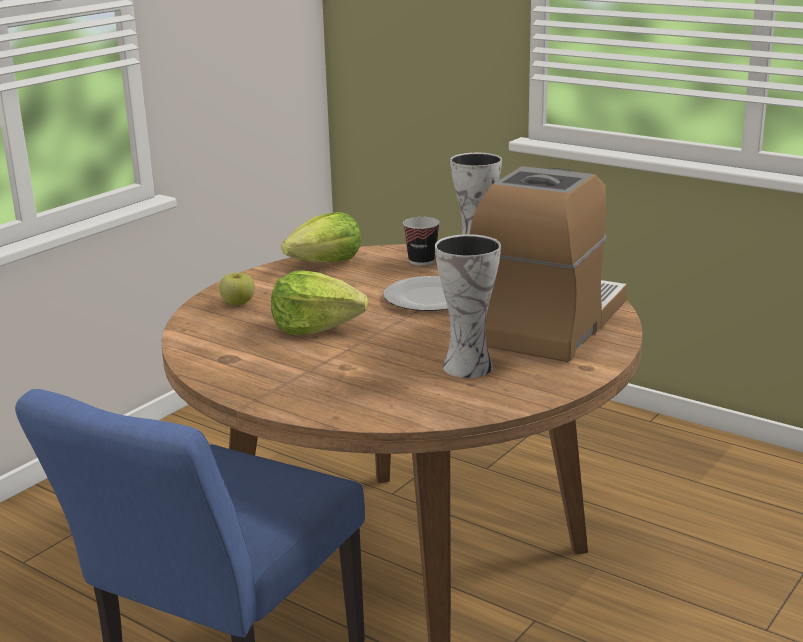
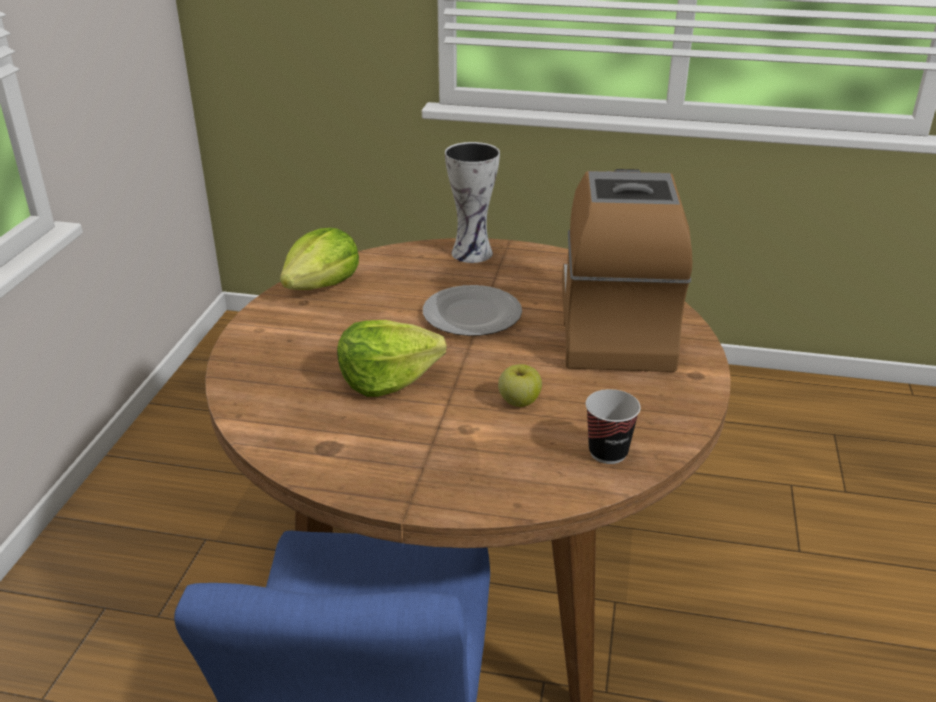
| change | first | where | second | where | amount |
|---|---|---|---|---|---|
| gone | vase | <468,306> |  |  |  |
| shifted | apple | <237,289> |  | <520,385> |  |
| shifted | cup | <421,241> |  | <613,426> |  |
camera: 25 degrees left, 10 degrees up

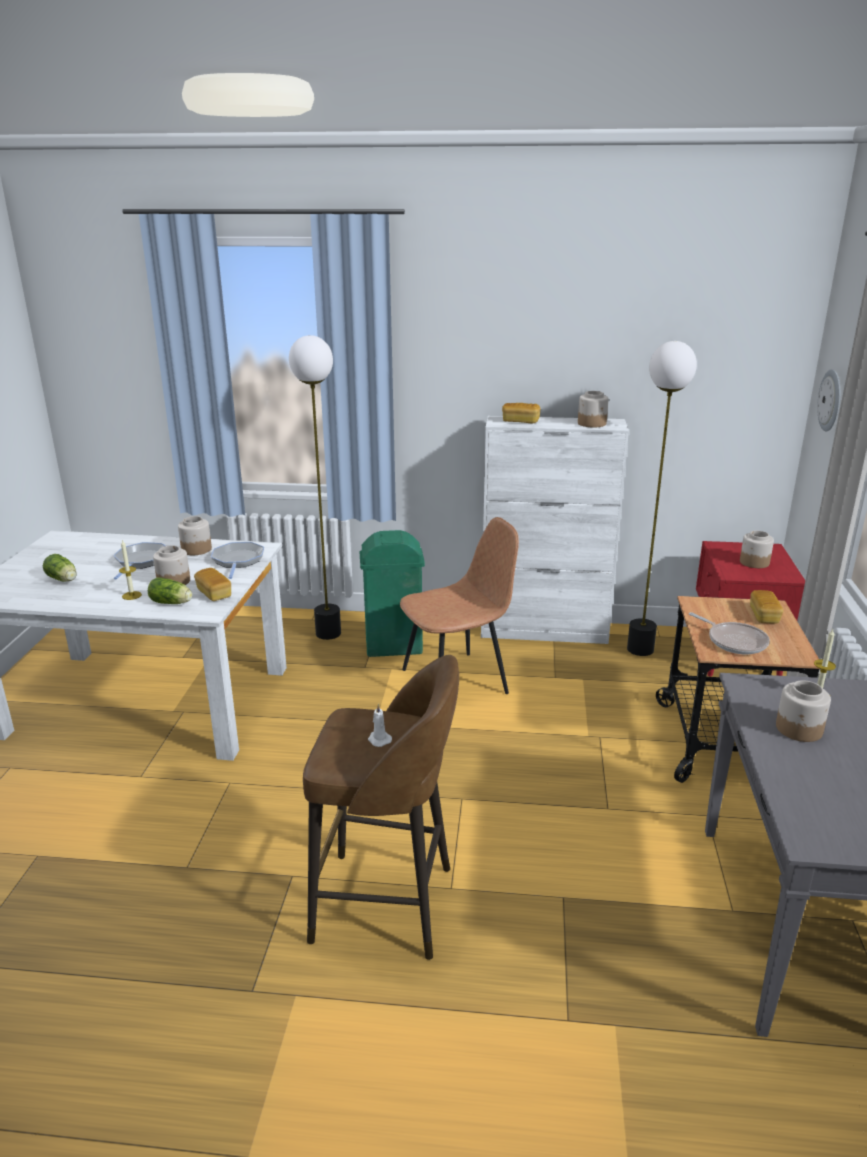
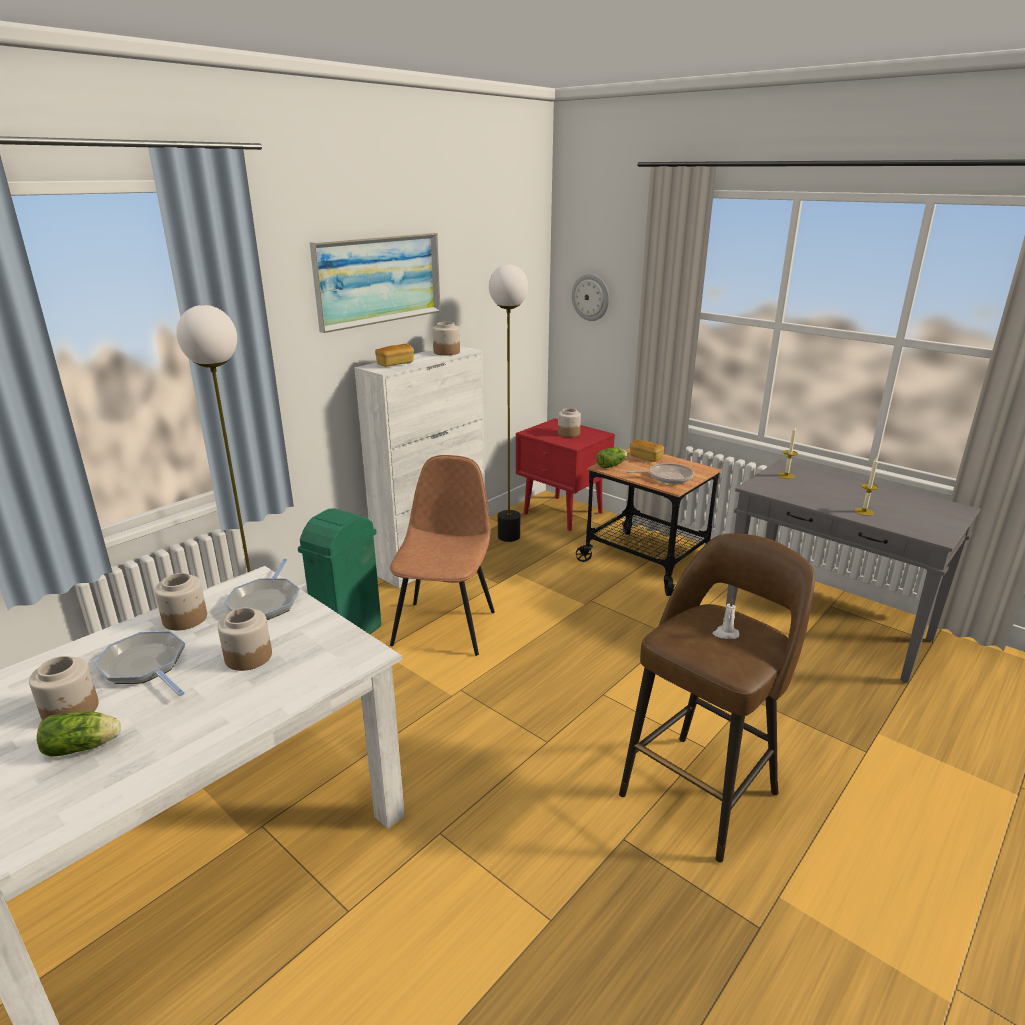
| change | first | where | second | where | amount |
|---|---|---|---|---|---|
| gone | bread | <212,584> |  |  |  |
| new |  |  | picture | <375,282> |  |
| shifted | candle | <130,570> |  | <866,486> |  |
| shifted | lettuce | <170,590> |  | <612,458> |  |
| shifted | jar | <803,711> |  | <64,688> |  |
| rotated | frying pan | <237,560> |  | <262,589> | 120 degrees counterclockwise |
camera: 55 degrees left, 0 degrees up

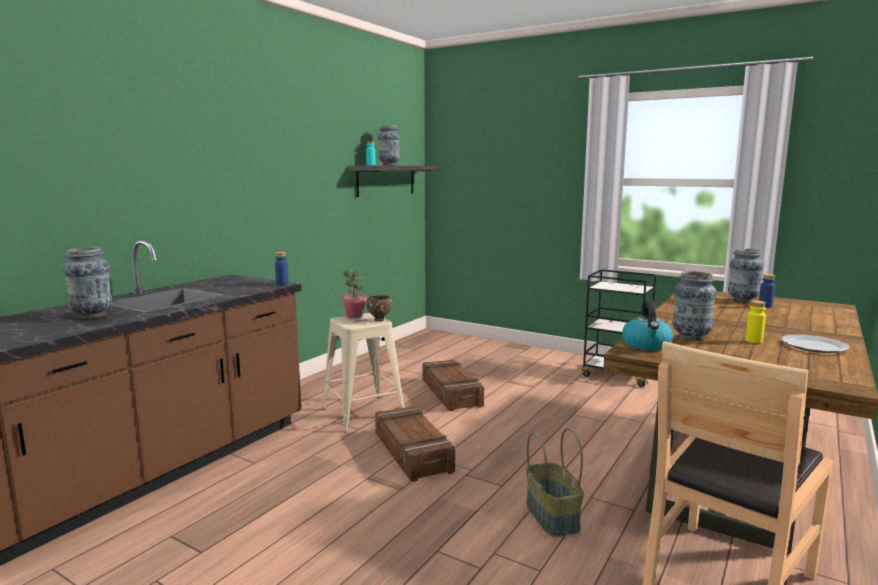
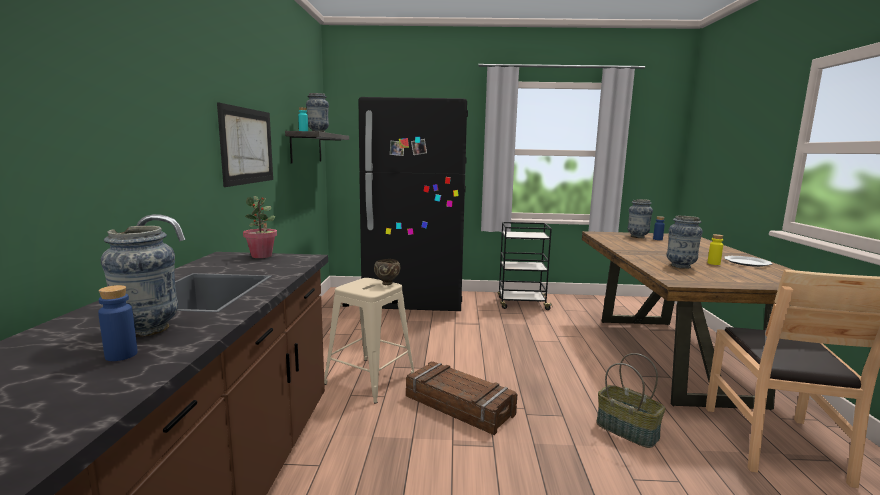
| change | first | where | second | where | amount |
|---|---|---|---|---|---|
| gone | crate | <453,385> |  |  |  |
| gone | kettle | <647,325> |  |  |  |
| new |  |  | picture | <245,144> |  |
| new |  |  | black fridge | <413,204> |  |
| shifted | blue bottle | <282,268> |  | <118,323> |  |
| shifted | potted plant | <354,293> |  | <260,227> |  |
camera: 30 degrees left, 0 degrees up

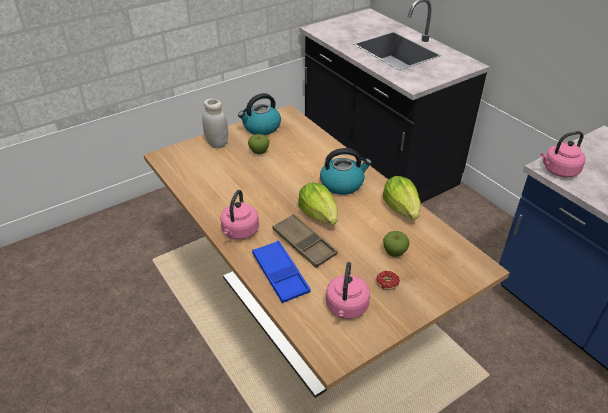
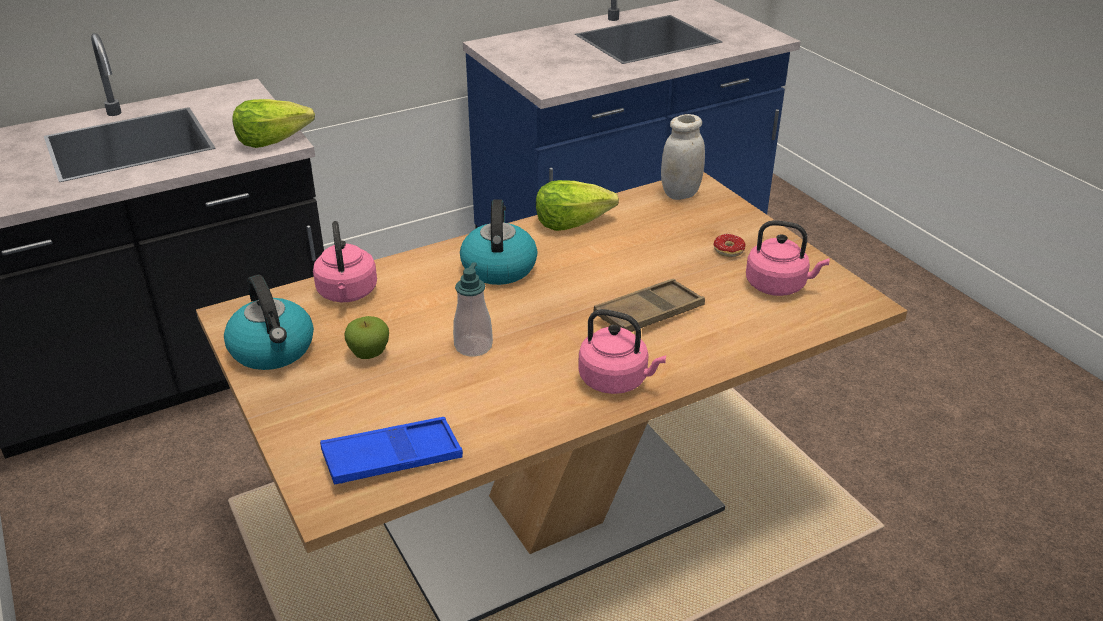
| change | first | where | second | where | amount |
|---|---|---|---|---|---|
| gone | apple | <396,244> |  |  |  |
| new |  |  | soap dispenser | <473,309> |  |
| shifted | white jar | <215,123> |  | <683,157> |  |
| shifted | blue tray | <281,271> |  | <391,451> |  |
| shifted | lettuce | <318,203> |  | <273,123> |  |
| shifted | pink kettle | <563,154> |  | <345,261> |  |
camera: 85 degrees left, 5 degrees down

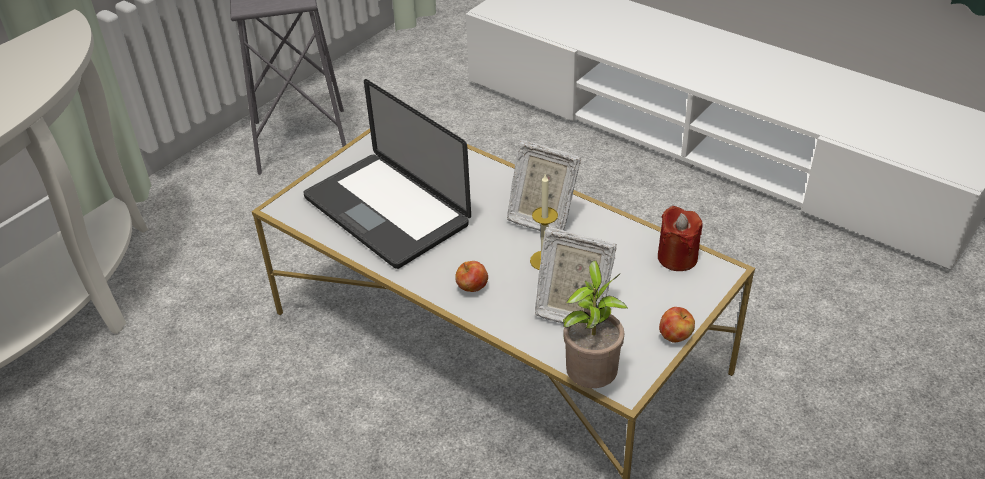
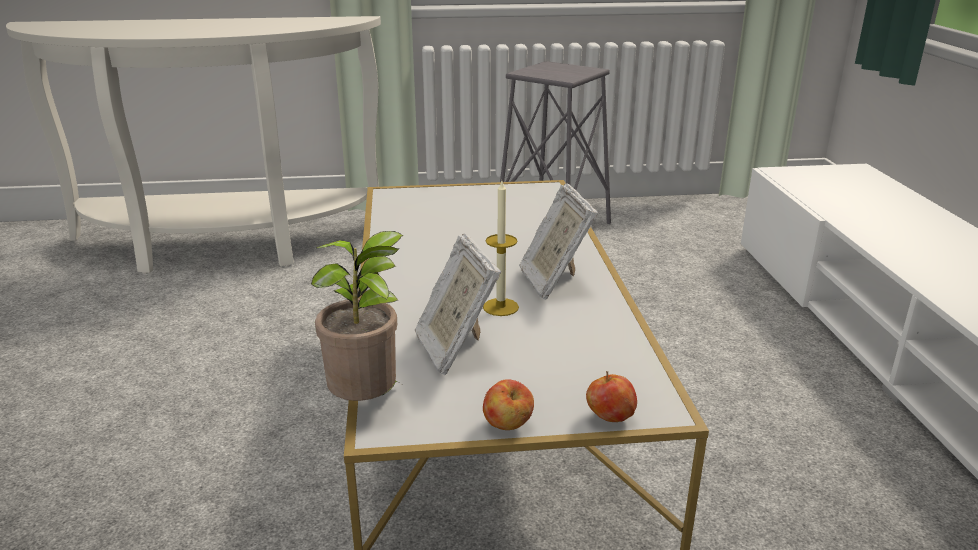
| change | first | where | second | where | amount |
|---|---|---|---|---|---|
| gone | laptop | <387,174> |  |  |  |
| gone | red candle | <680,238> |  |  |  |
| shifted | apple | <471,276> |  | <611,396> |  |
camera: 45 degrees right, 15 degrees down

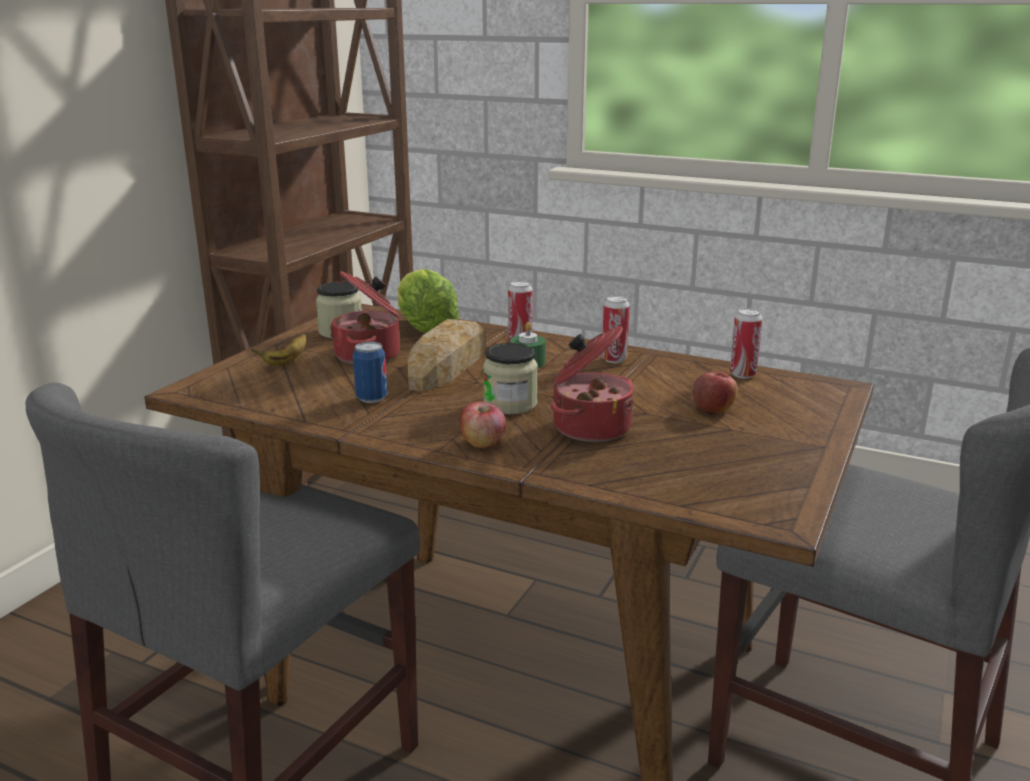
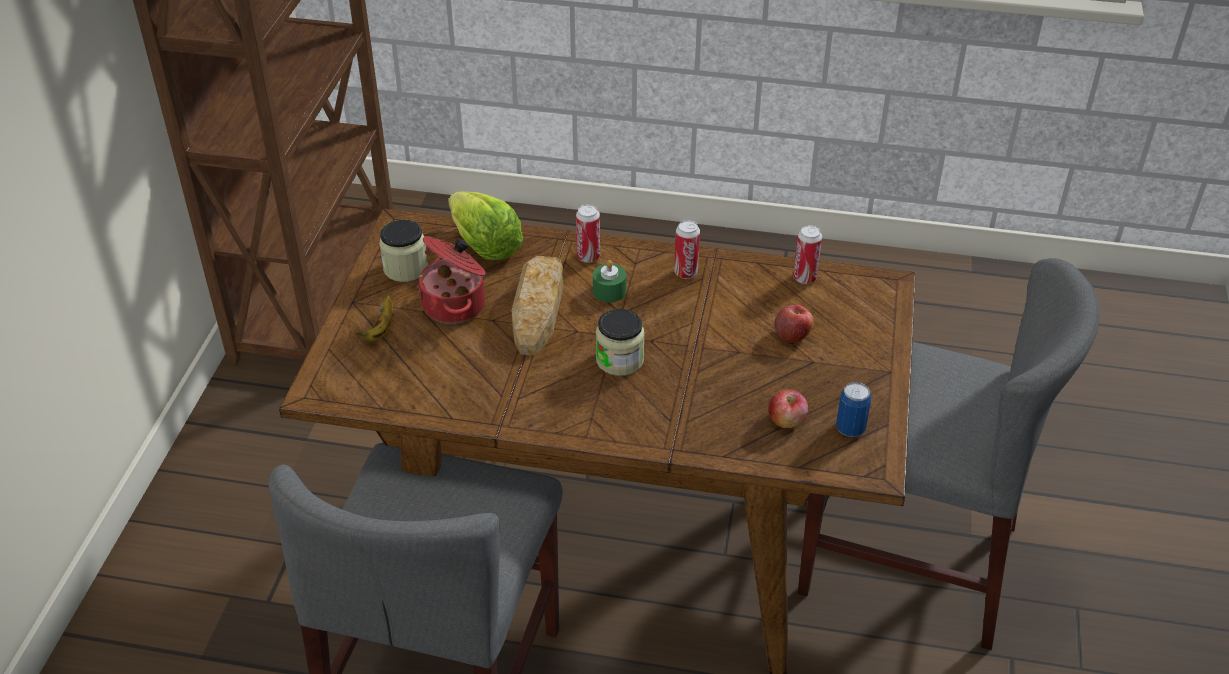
| change | first | where | second | where | amount |
|---|---|---|---|---|---|
| gone | cooking pot | <592,384> |  |  |  |
| shifted | can | <370,372> |  | <853,409> |  |
| shifted | apple | <482,425> |  | <788,408> |  |
camera: 15 degrees left, 20 degrees up

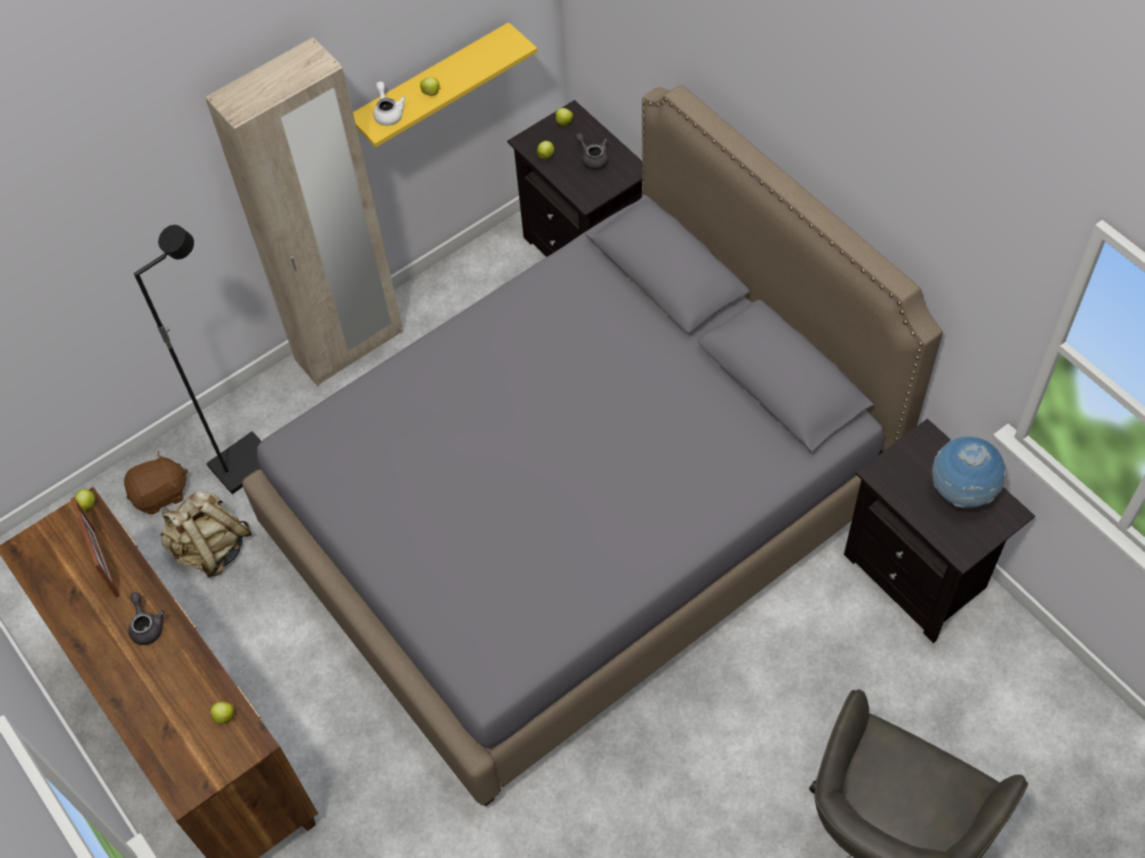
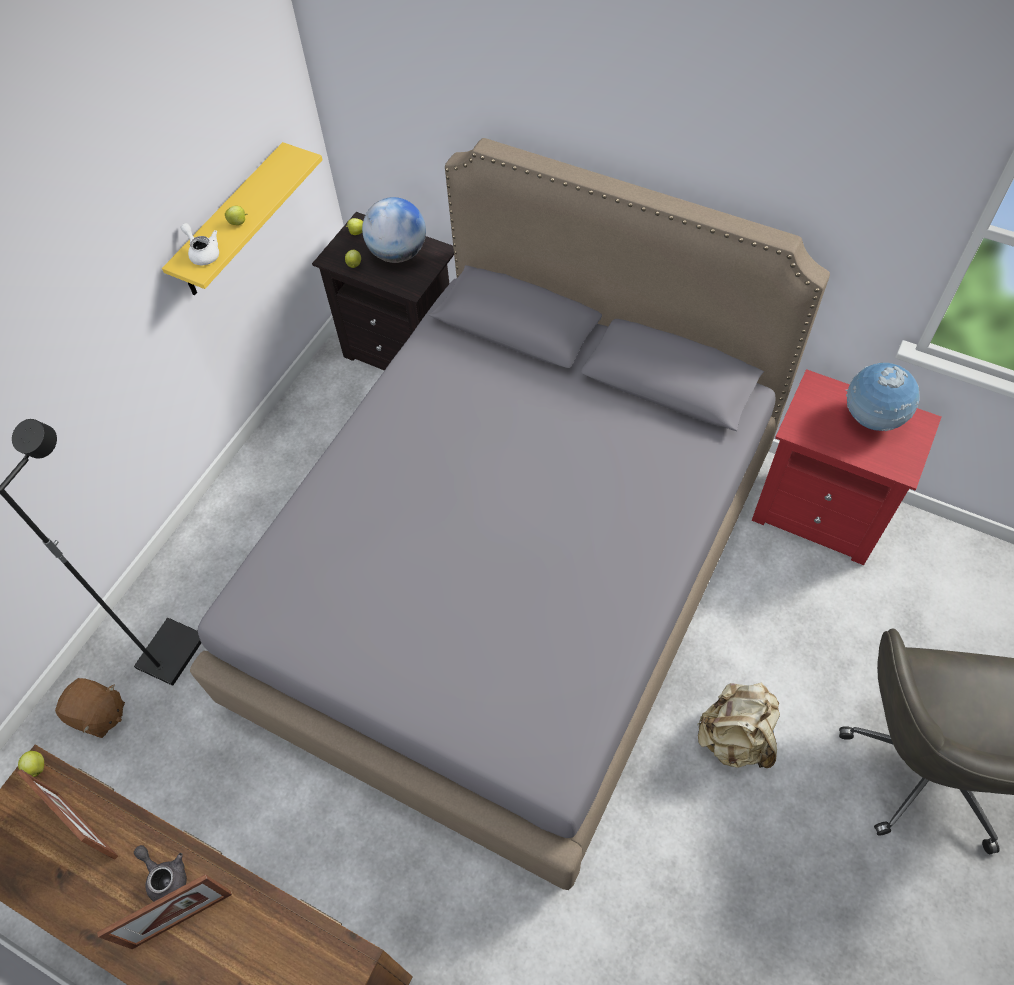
| change | first | where | second | where | amount |
|---|---|---|---|---|---|
| gone | beige wardrobe | <304,211> |  |  |  |
| gone | apple | <221,713> |  |  |  |
| new |  |  | picture frame | <164,911> |  |
| shifted | beige backpack | <206,534> |  | <739,725> |  |
| swapped | grey teapot | <592,151> | globe | <394,230> |  |
| repainted | black nightstand | <939,530> | red nightstand | <847,467> |  |
| rotated | brown plush toy | <156,482> |  | <90,708> | 75 degrees clockwise |
camera: 25 degrees left, 0 degrees up

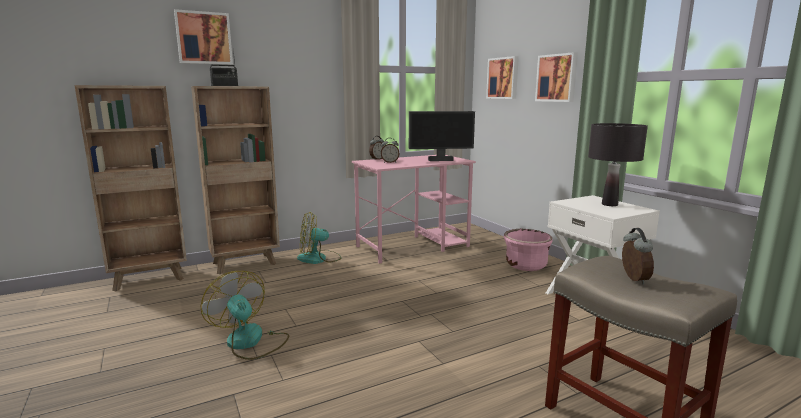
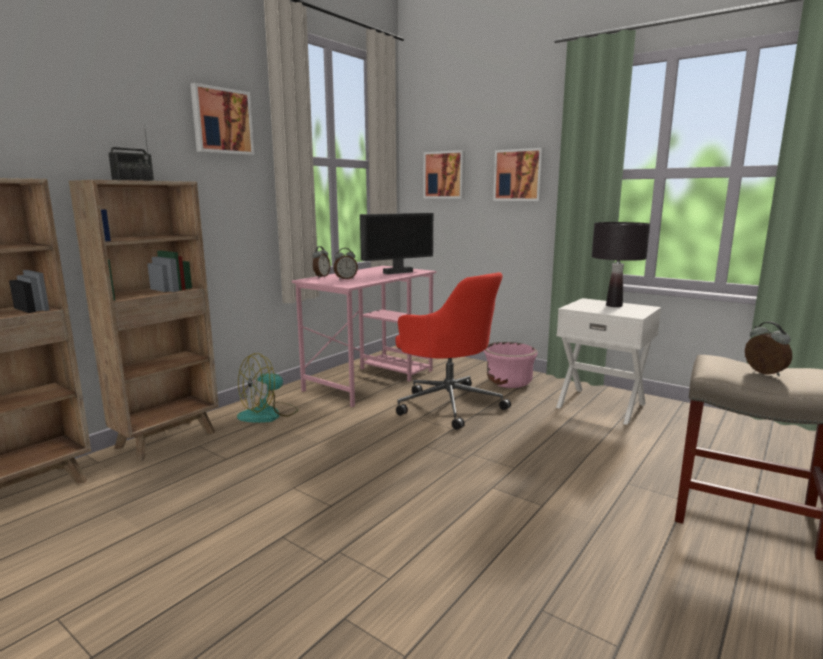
| change | first | where | second | where | amount |
|---|---|---|---|---|---|
| gone | fan | <245,315> |  |  |  |
| new |  |  | red office chair | <453,351> |  |
| shifted | picture | <203,37> |  | <222,119> |  |
camera: 25 degrees left, 0 degrees up

